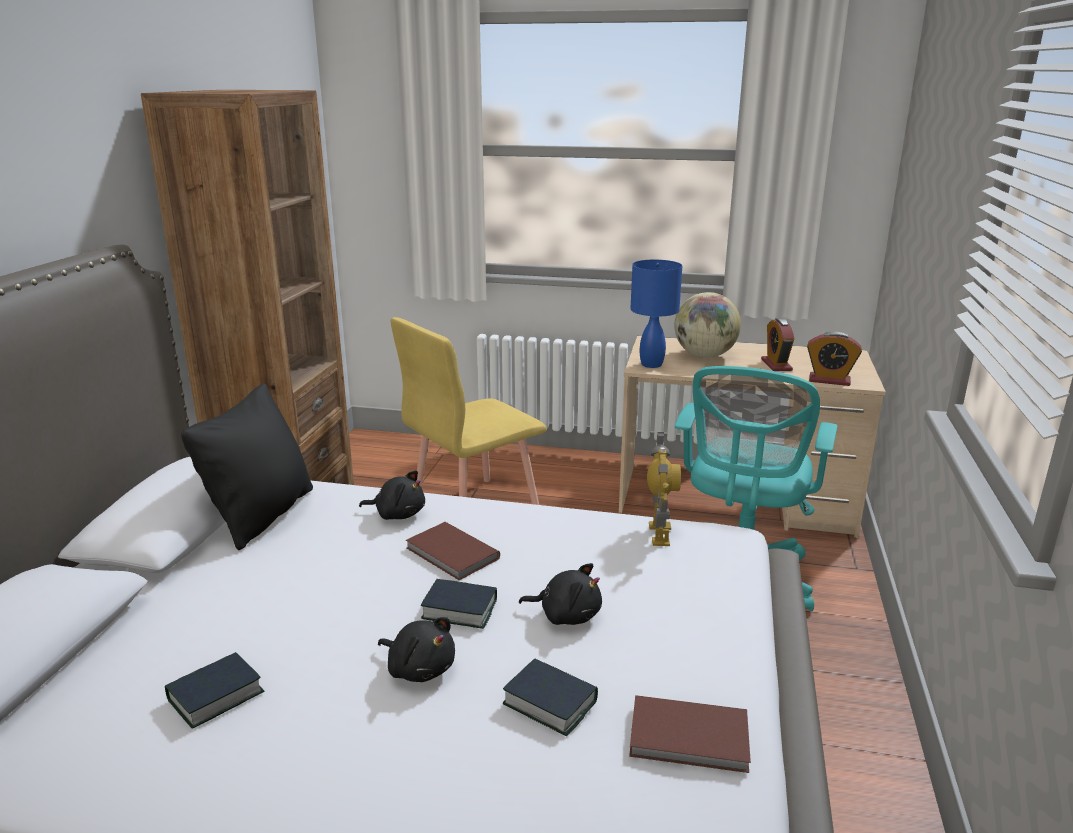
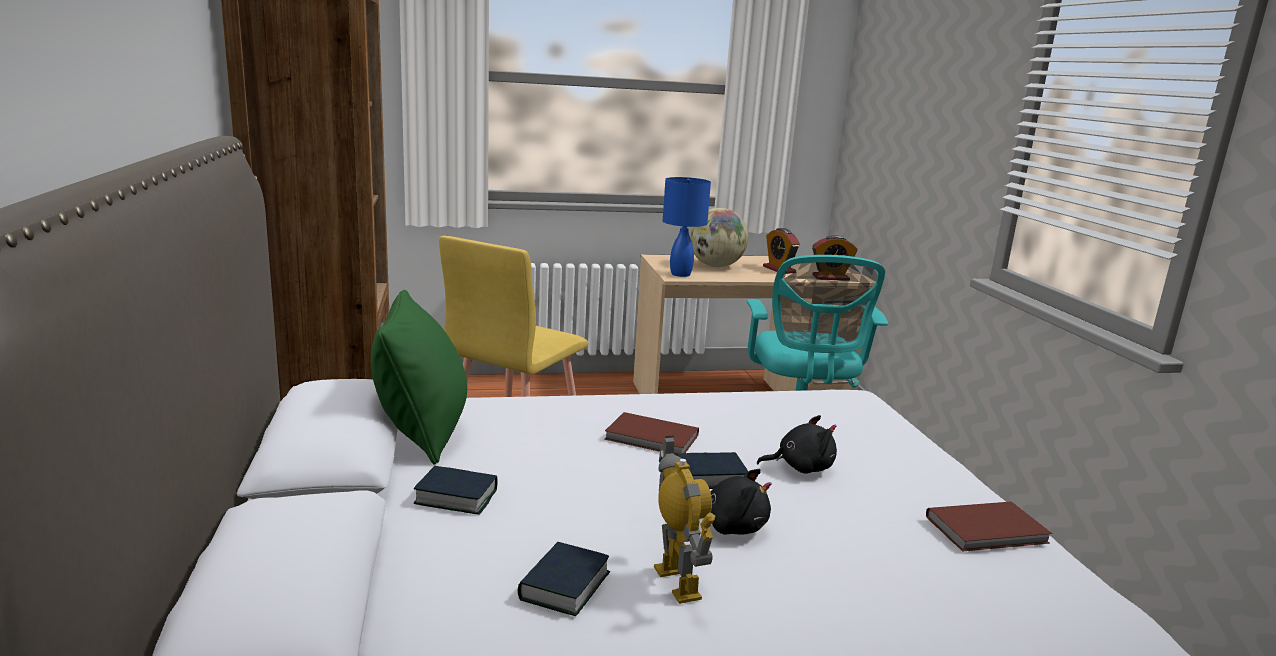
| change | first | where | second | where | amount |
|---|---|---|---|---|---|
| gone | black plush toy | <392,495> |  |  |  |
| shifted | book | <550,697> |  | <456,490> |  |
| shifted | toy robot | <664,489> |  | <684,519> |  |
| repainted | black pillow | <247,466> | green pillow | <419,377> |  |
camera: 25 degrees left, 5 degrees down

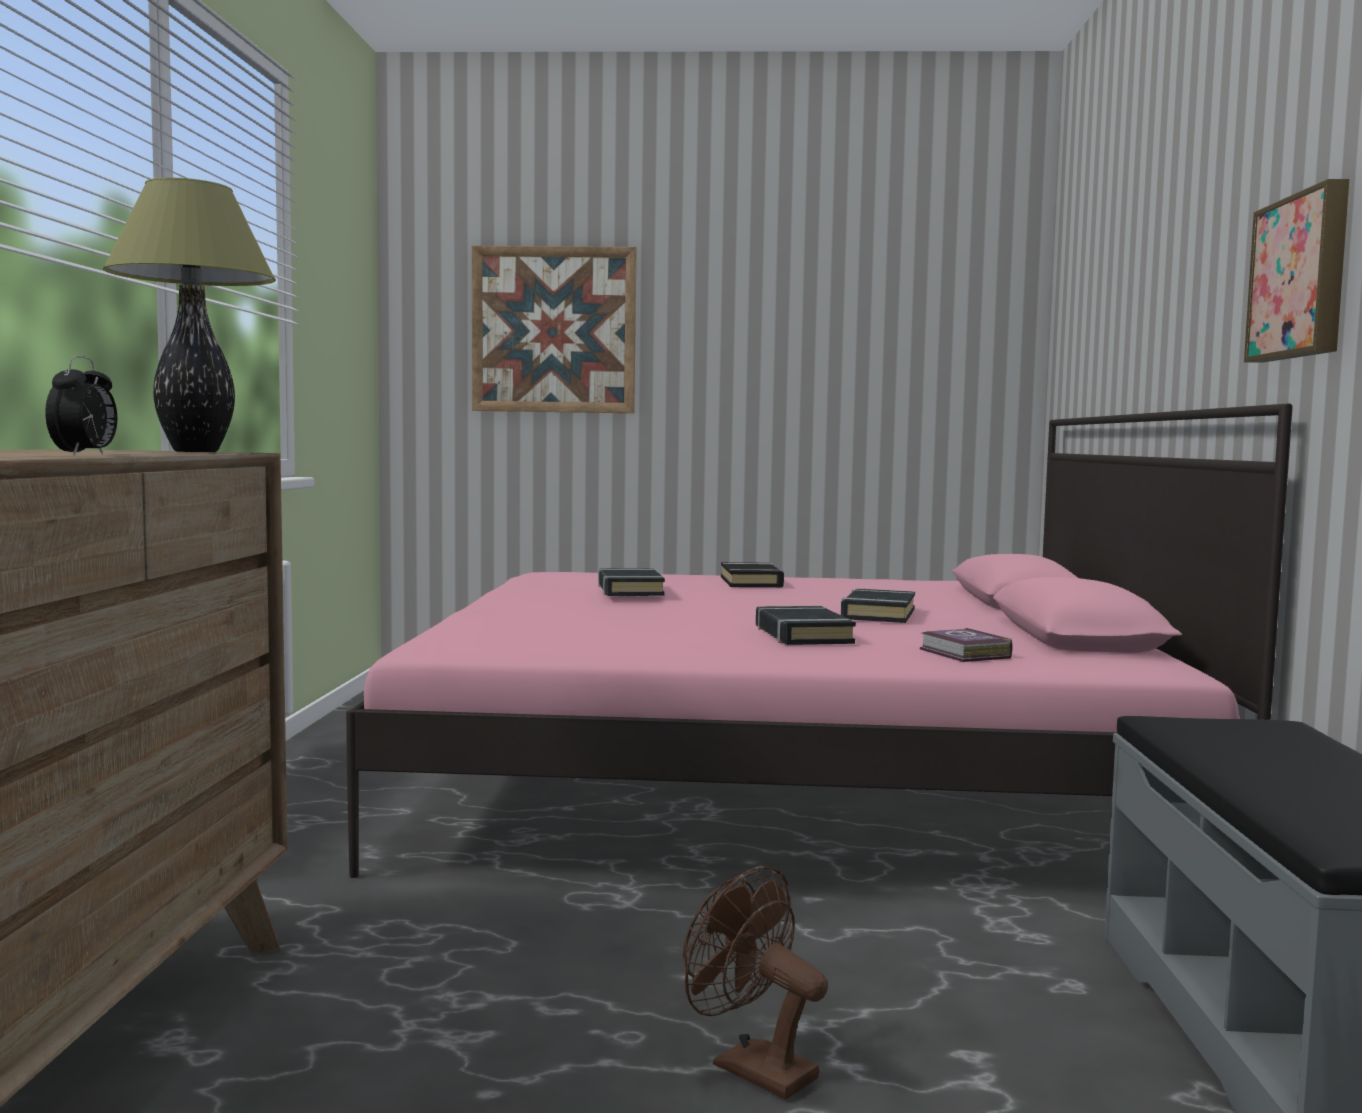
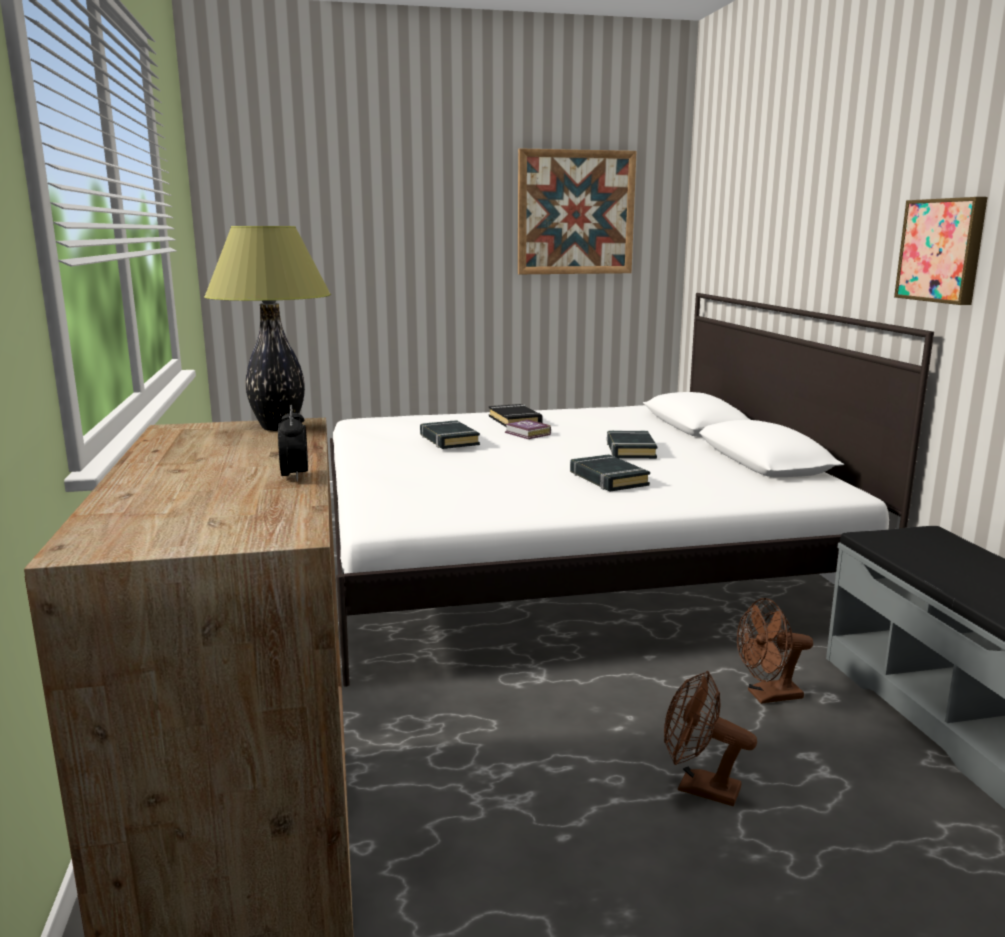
| change | first | where | second | where | amount |
|---|---|---|---|---|---|
| new |  |  | brown fan | <775,651> |  |
| shifted | picture | <554,329> |  | <577,211> |  |
| shifted | book | <966,645> |  | <528,429> |  |
| repainted | pink bed | <819,640> | white bed | <632,490> |  |
camera: 15 degrees left, 10 degrees up

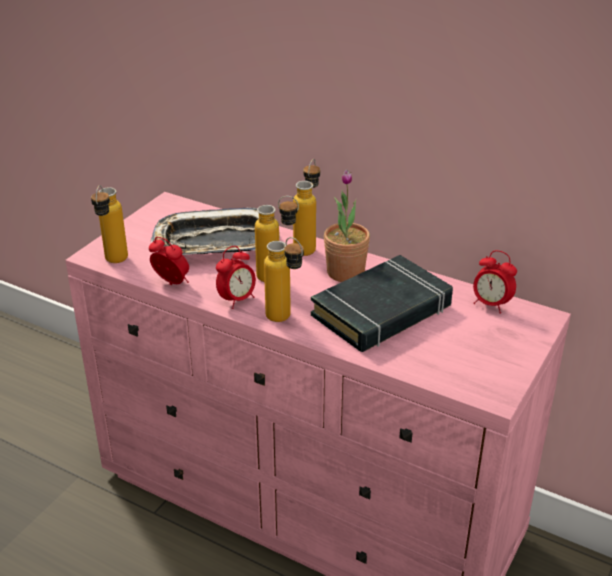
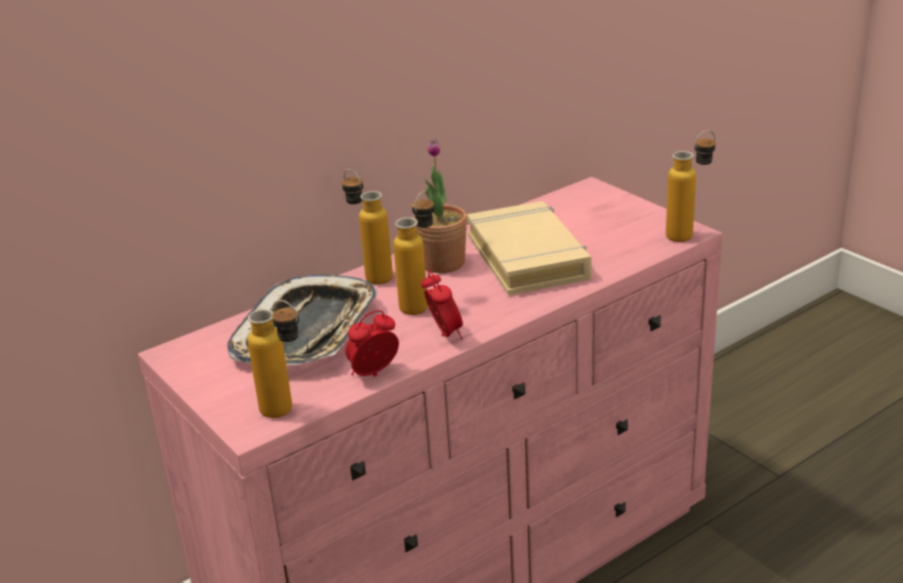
| change | first | where | second | where | amount |
|---|---|---|---|---|---|
| gone | alarm clock | <495,282> |  |  |  |
| shifted | bottle | <284,279> |  | <690,186> |  |
| repainted | black book | <382,303> | beige book | <529,248> |  |
camera: 65 degrees left, 5 degrees down

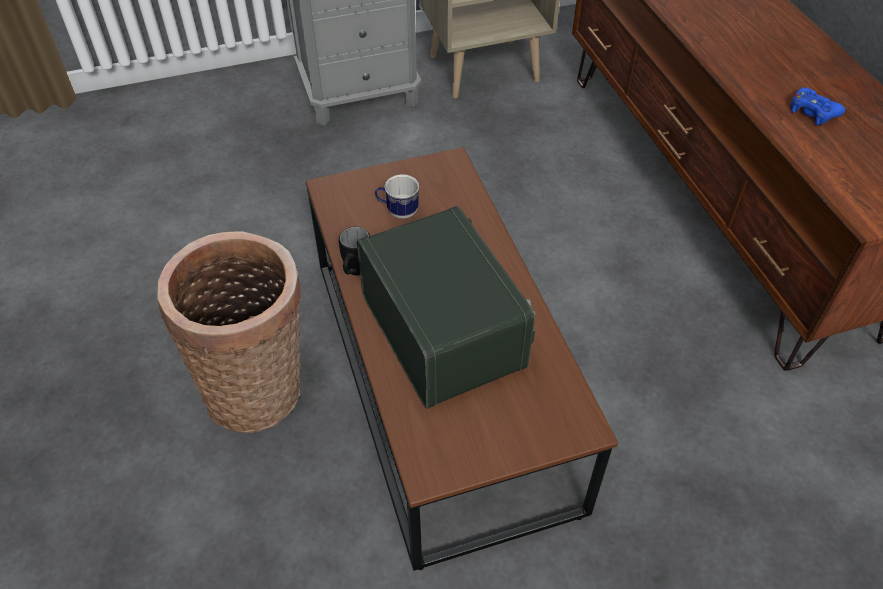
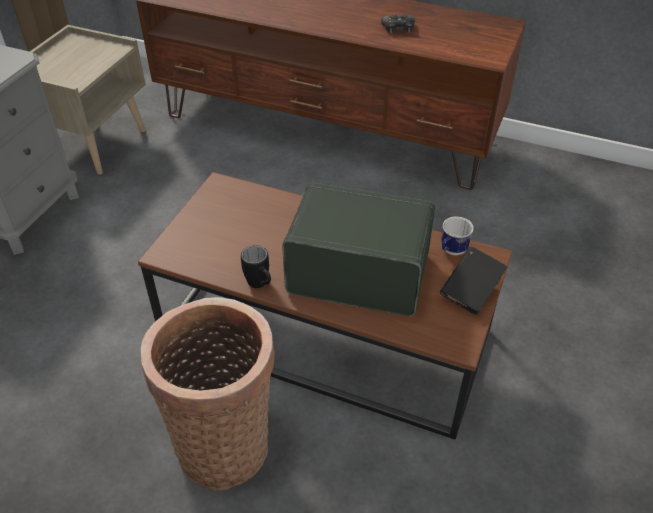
| change | first | where | second | where | amount |
|---|---|---|---|---|---|
| new |  |  | black book | <473,281> |  |
| shifted | mug | <397,197> |  | <457,235> |  |
| repainted | blue game controller | <818,106> | black game controller | <398,23> |  |
camera: 50 degrees left, 5 degrees down

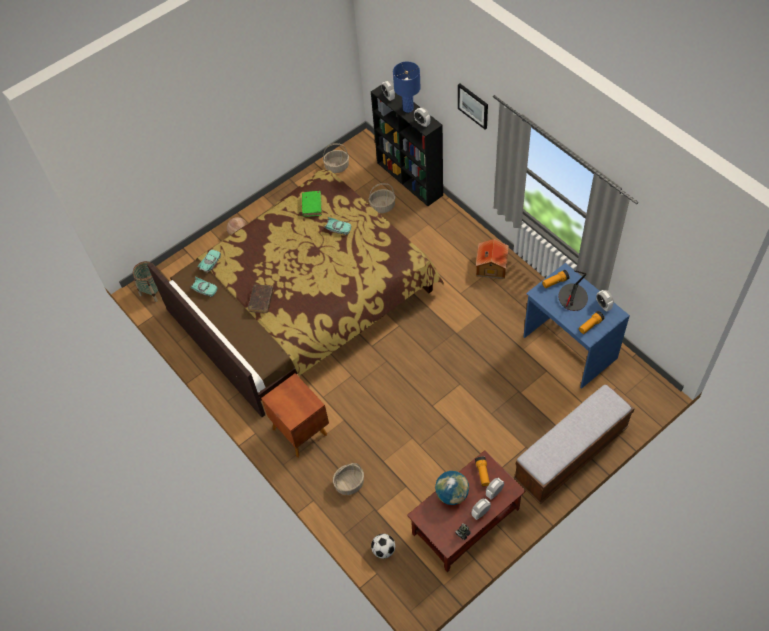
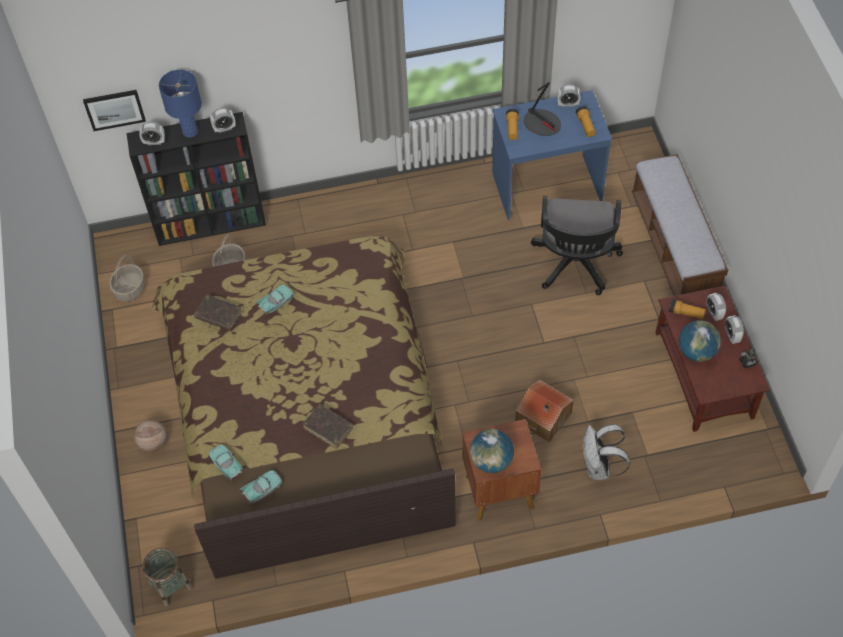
| change | first | where | second | where | amount |
|---|---|---|---|---|---|
| gone | football | <383,546> |  |  |  |
| new |  |  | globe | <492,451> |  |
| new |  |  | black office chair | <577,245> |  |
| shifted | picture | <473,106> |  | <114,110> |  |
| shifted | toy house | <492,259> |  | <544,410> |  |
| swapped | basket | <348,479> | white backpack | <606,452> |  |
| repainted | green book | <312,203> | brown book | <218,313> |  |
camera: 65 degrees left, 0 degrees up

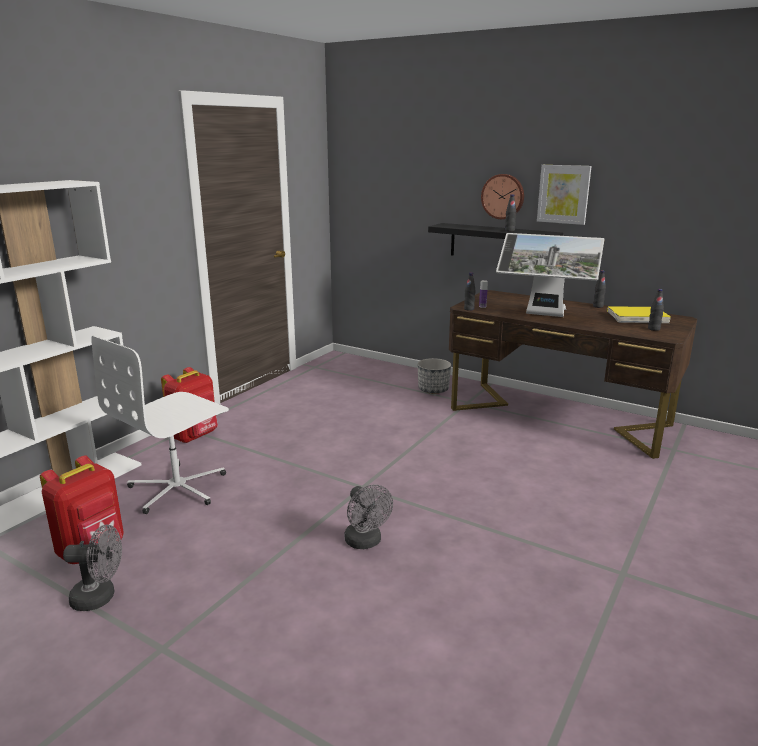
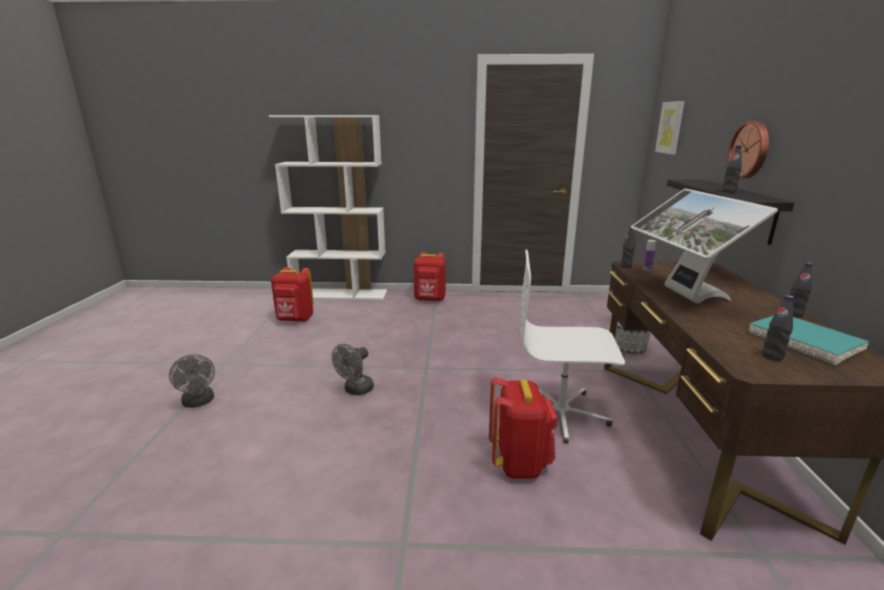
| change | first | where | second | where | amount |
|---|---|---|---|---|---|
| new |  |  | red backpack | <523,428> |  |
| shifted | grey fan | <92,568> |  | <192,381> |  |
| shifted | white office chair | <160,425> |  | <572,346> |  |
| shifted | picture | <564,195> |  | <670,128> |  |
| repainted | yellow book | <639,314> | turquoise book | <808,340> |  |
camera: 60 degrees right, 0 degrees up

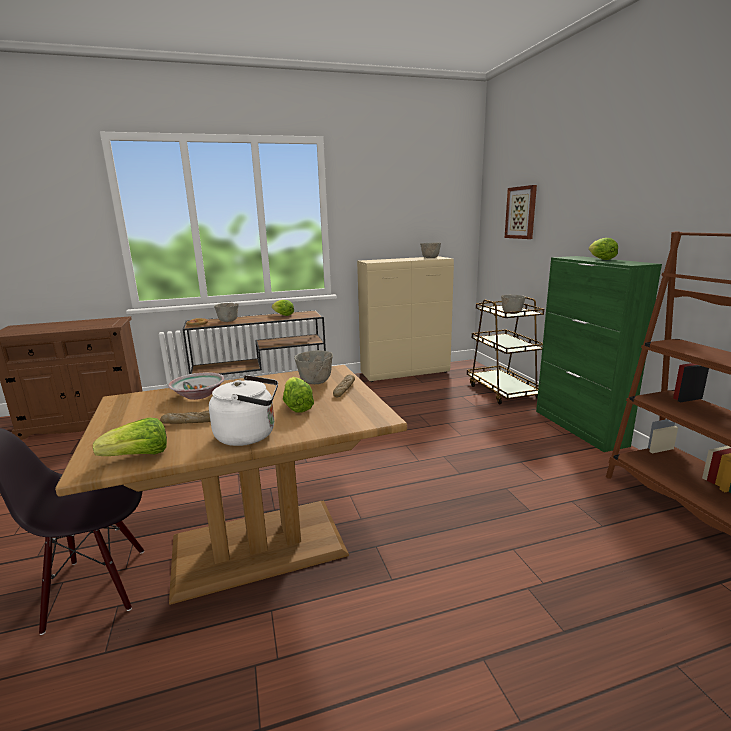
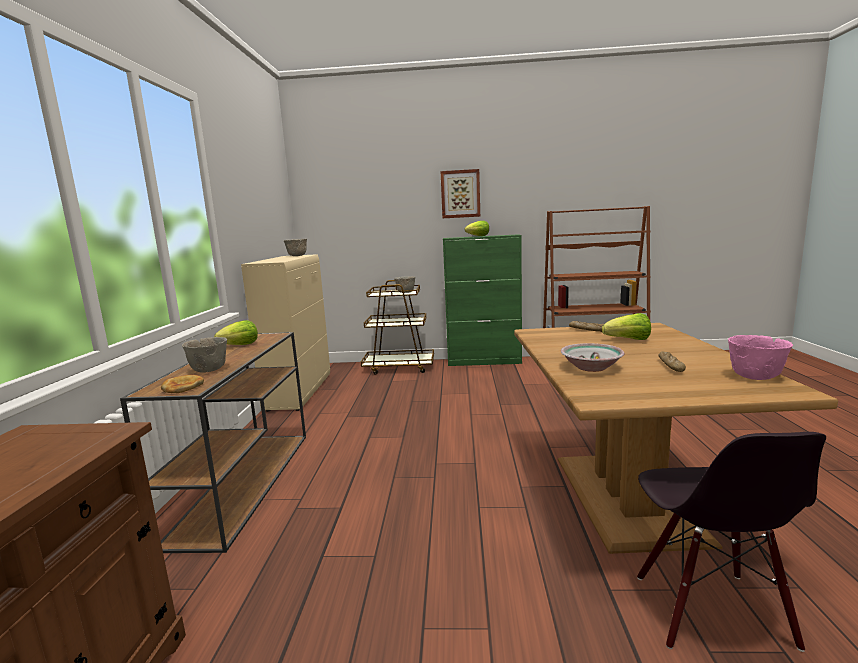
| change | first | where | second | where | amount |
|---|---|---|---|---|---|
| gone | white kettle | <243,410> |  |  |  |
| gone | grey bowl | <313,367> |  |  |  |
| shifted | picture | <521,212> |  | <460,193> |  |
| swapped | lettuce | <130,436> | pink bowl | <760,357> |  |
camera: 70 degrees left, 5 degrees down

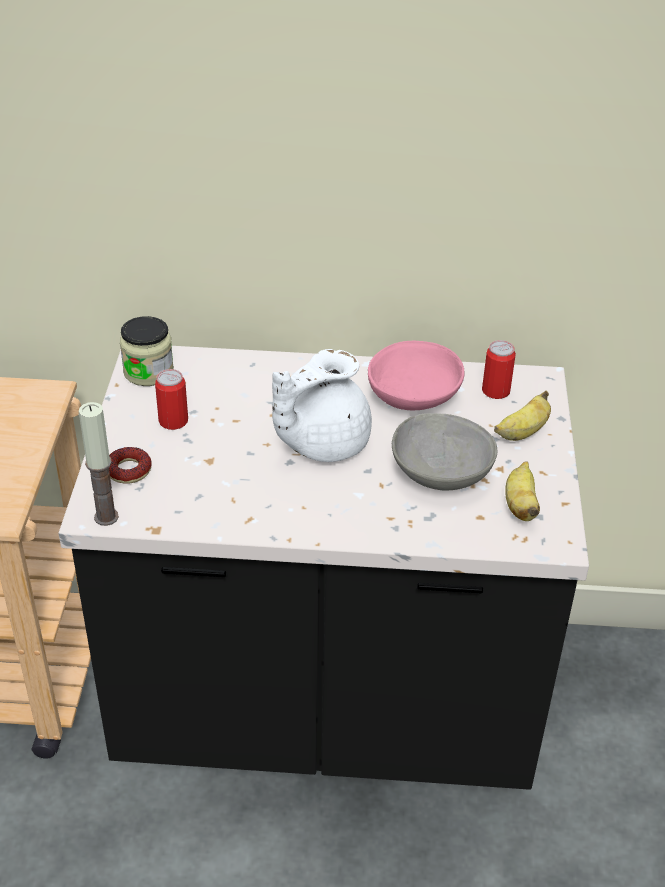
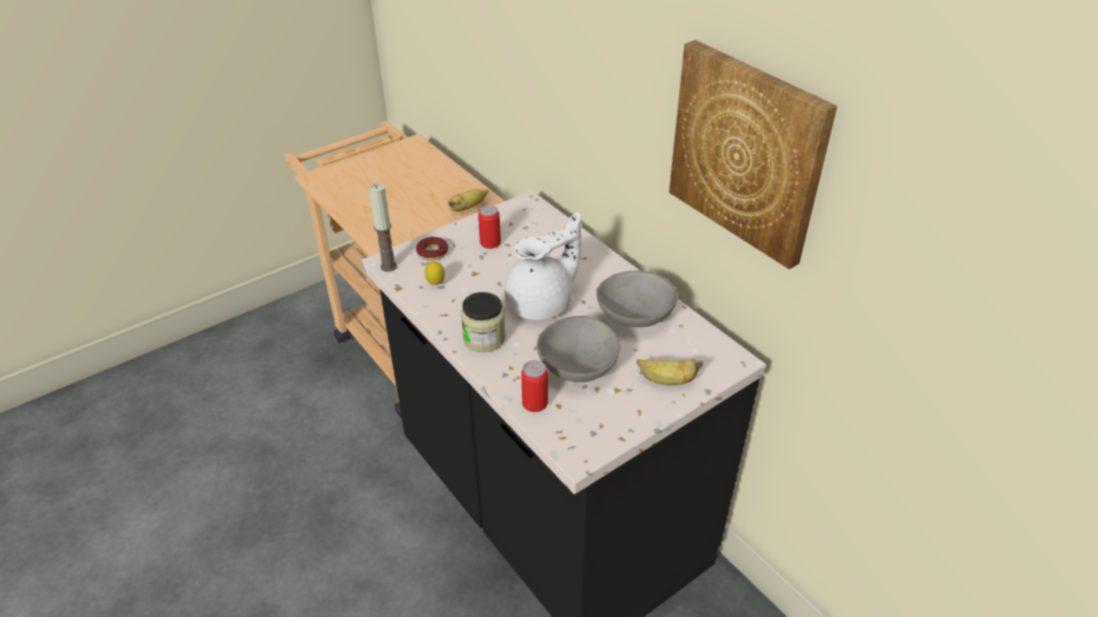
| change | first | where | second | where | amount |
|---|---|---|---|---|---|
| new |  |  | lemon | <435,273> |  |
| new |  |  | picture | <753,154> |  |
| shifted | jar | <147,351> |  | <483,322> |  |
| shifted | can | <499,369> |  | <534,386> |  |
| shifted | banana | <522,491> |  | <468,200> |  |
| repainted | pink bowl | <416,375> | grey bowl | <637,299> |  |
| rotated | white teapot | <322,405> |  | <542,266> | 135 degrees clockwise |
camera: 50 degrees right, 0 degrees up

